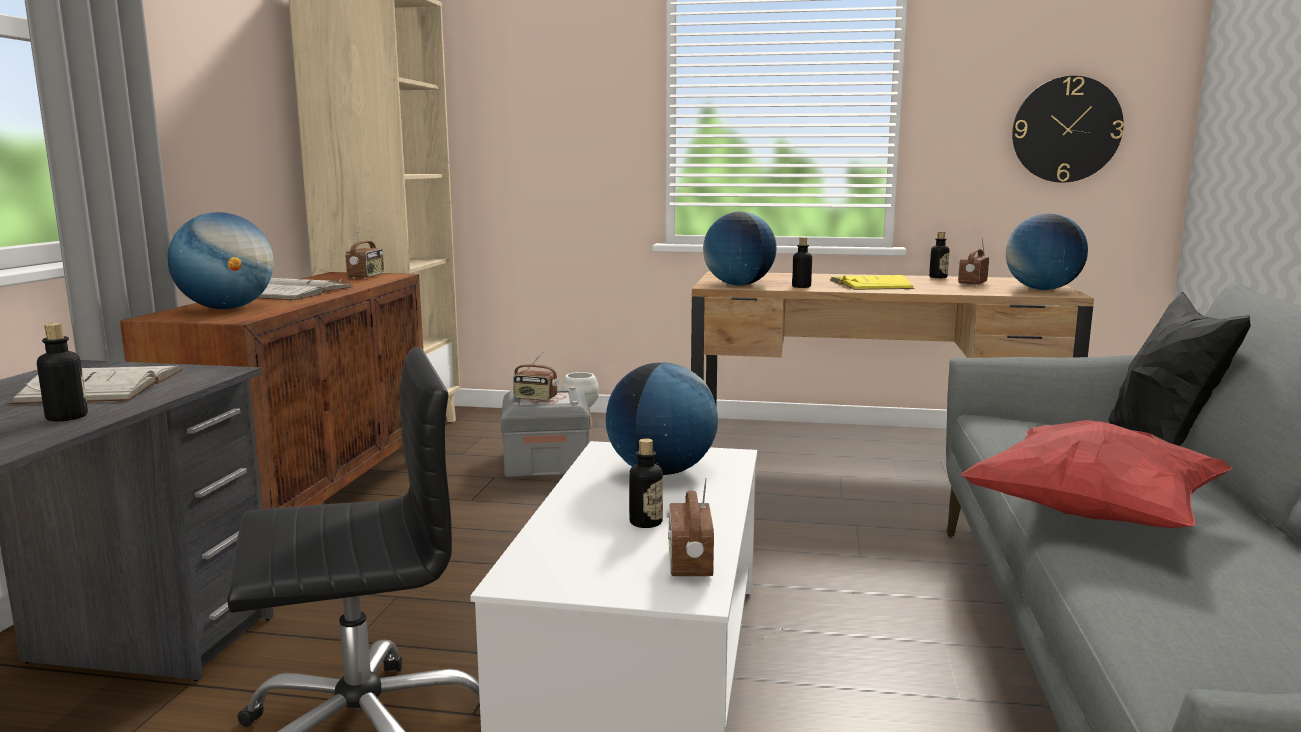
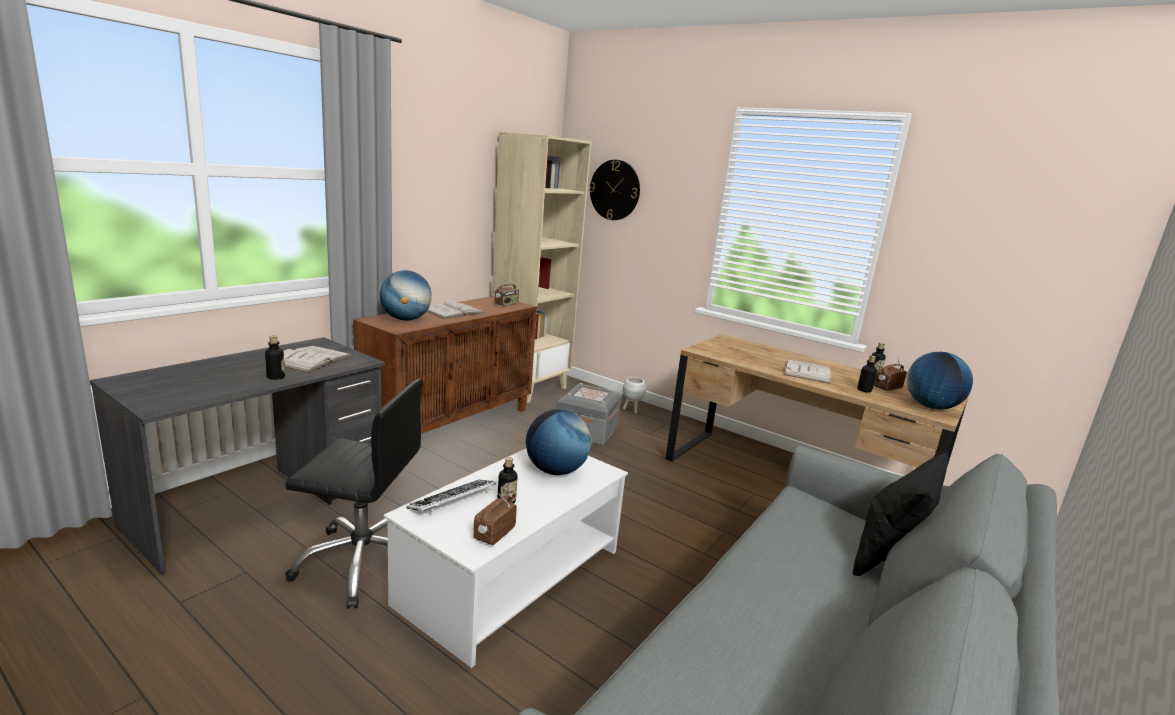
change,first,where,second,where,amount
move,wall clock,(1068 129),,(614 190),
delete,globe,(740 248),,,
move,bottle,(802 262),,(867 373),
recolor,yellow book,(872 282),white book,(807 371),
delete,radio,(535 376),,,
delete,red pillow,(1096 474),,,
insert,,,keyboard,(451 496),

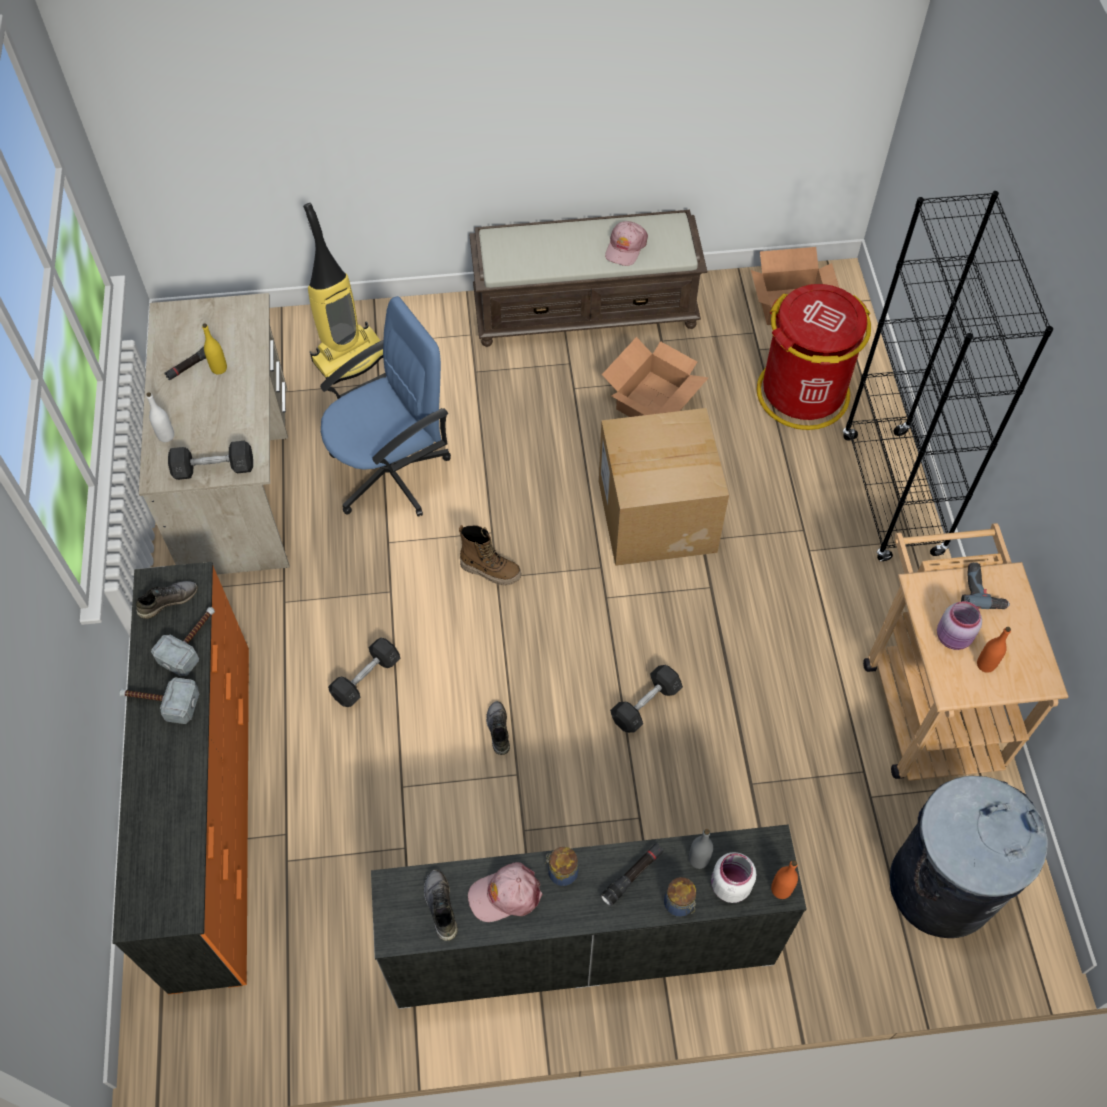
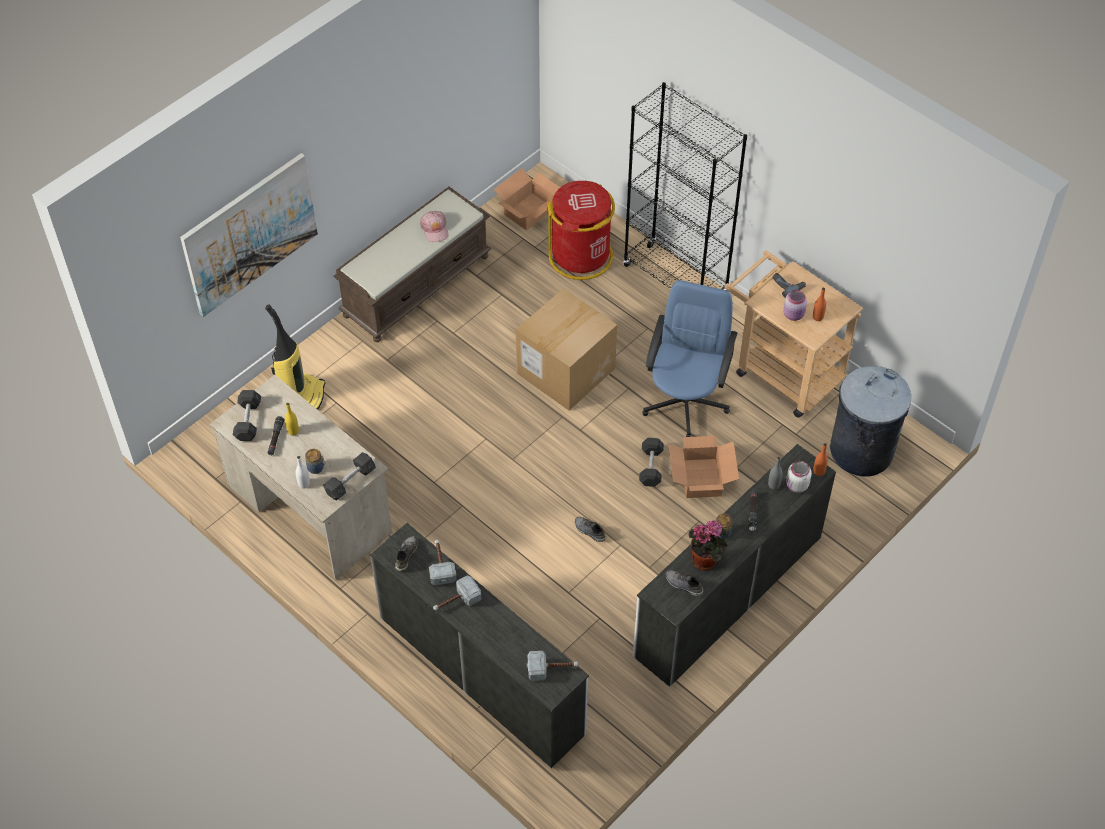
change,first,where,second,where,amount
move,blue office chair,(385 406),,(690 358),
move,cardboard box,(655 377),,(704 467),
delete,boot,(490 555),,,
recolor,orange dresser,(180 778),white dresser,(479 646),
move,grey dumbbell,(364 672),,(247 415),
replace,pink cap,(505 892),potted plant,(707 546),
move,jar,(680 897),,(315 461),
insert,,,picture,(249 235),
insert,,,hammer,(552 666),

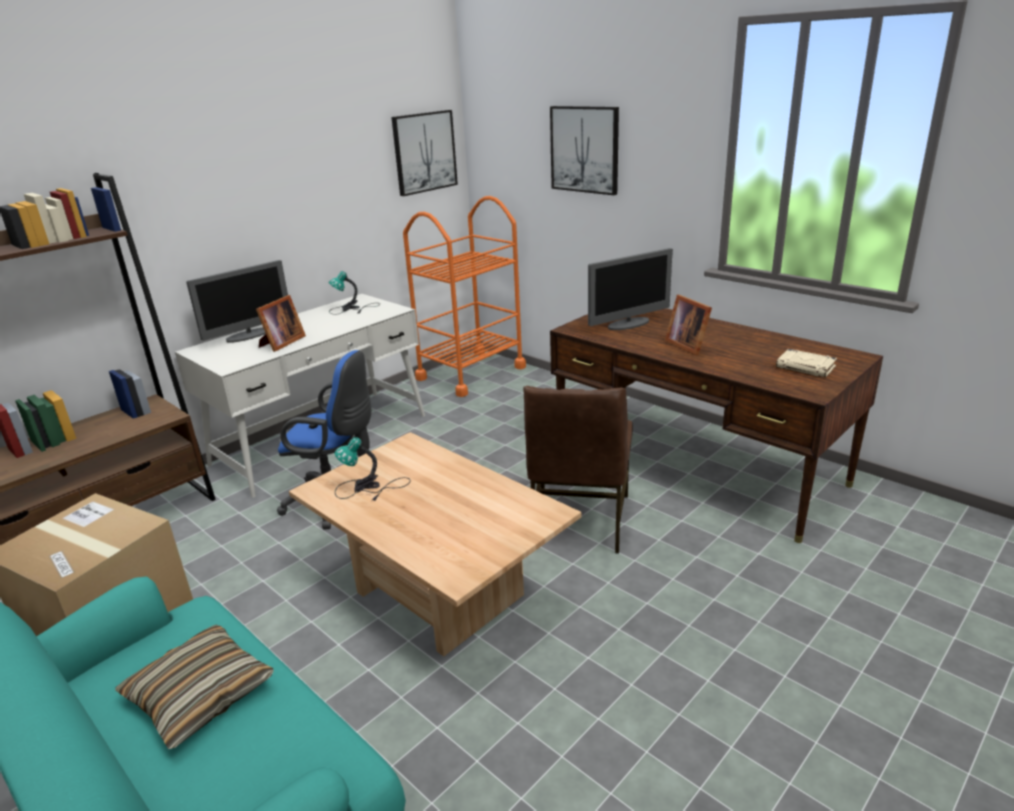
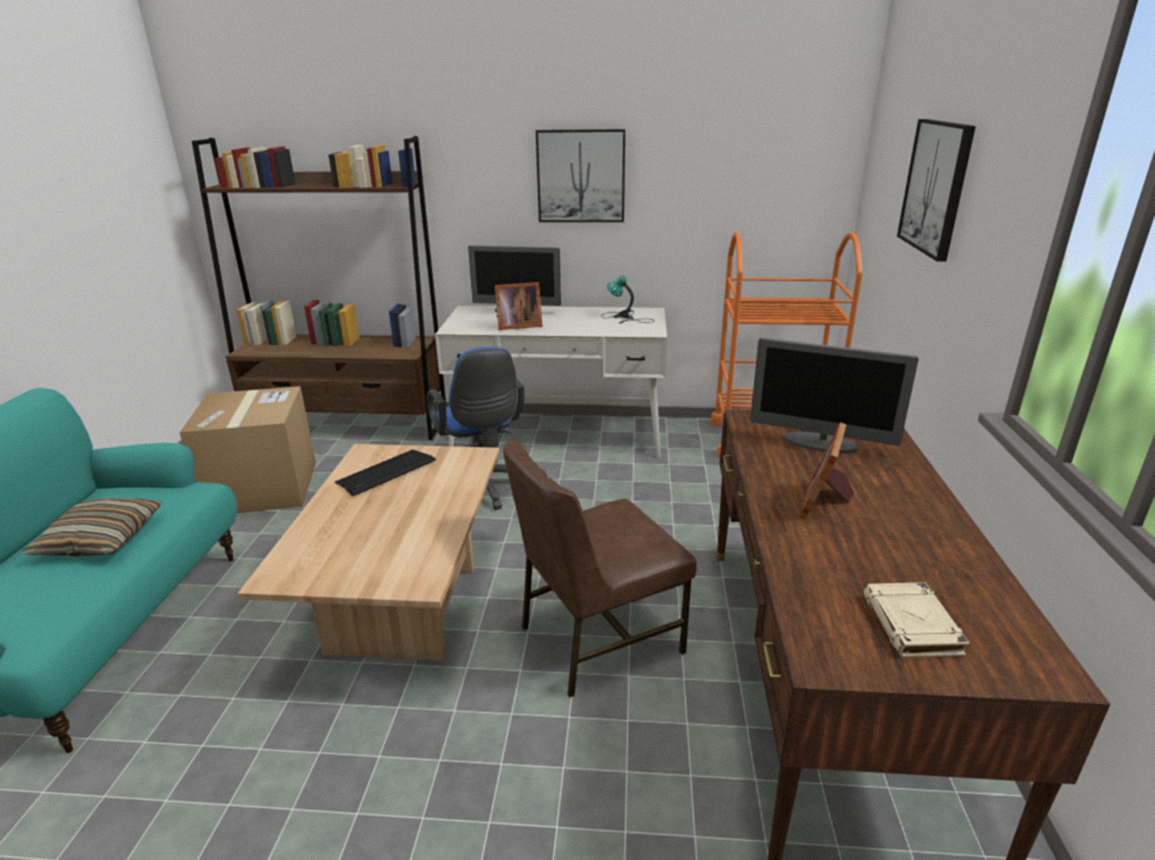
change,first,where,second,where,amount
move,picture,(424 153),,(580 175),
replace,table lamp,(372 469),keyboard,(385 473),

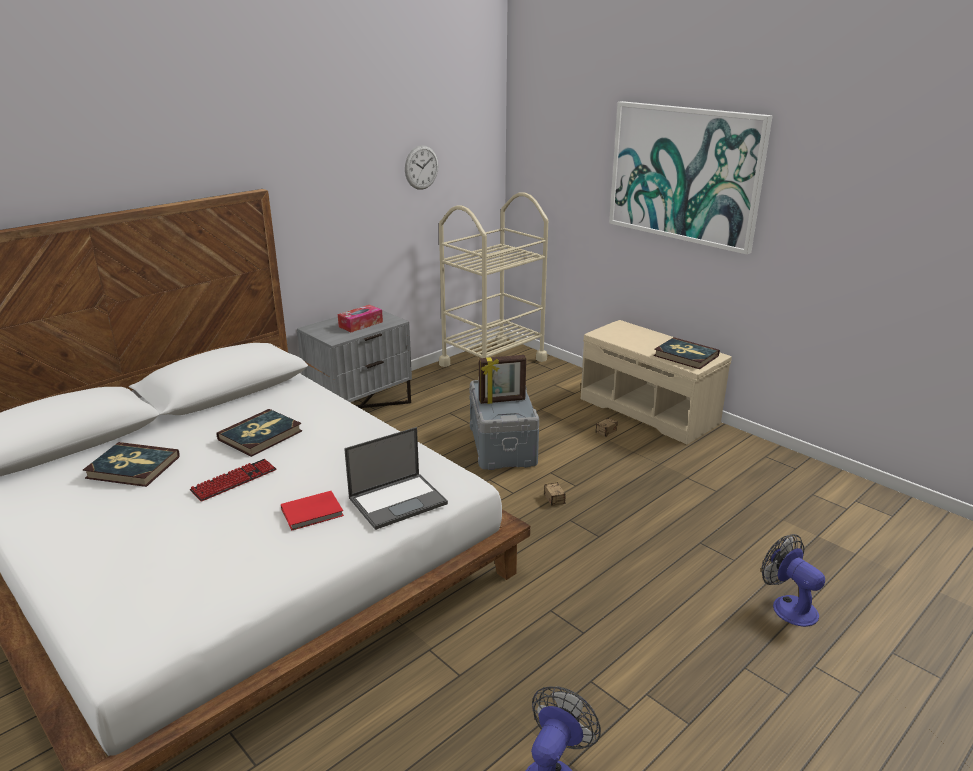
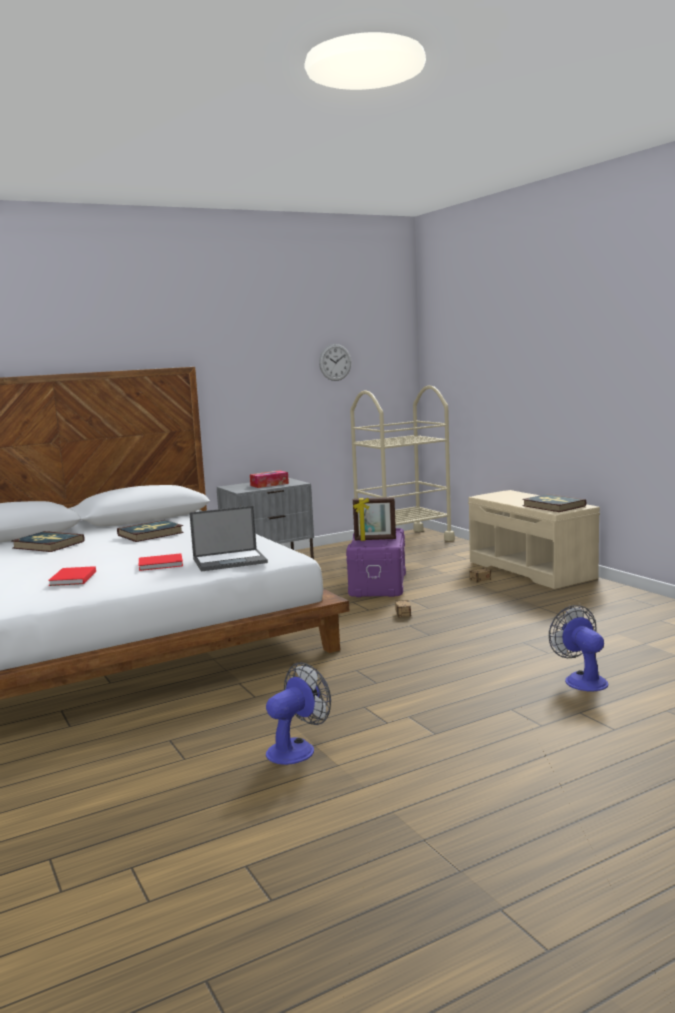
change,first,where,second,where,amount
delete,picture,(691 178),,,
recolor,grey storage box,(504 425),purple storage box,(376 562),
delete,keyboard,(233 480),,,
insert,,,red book,(72 576),

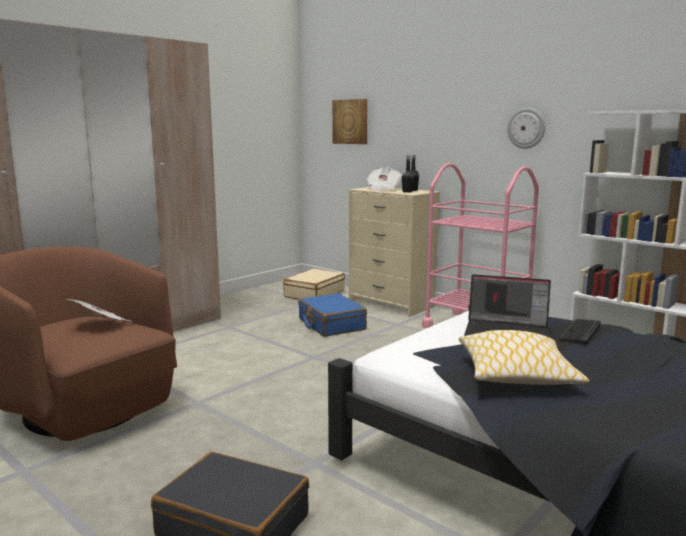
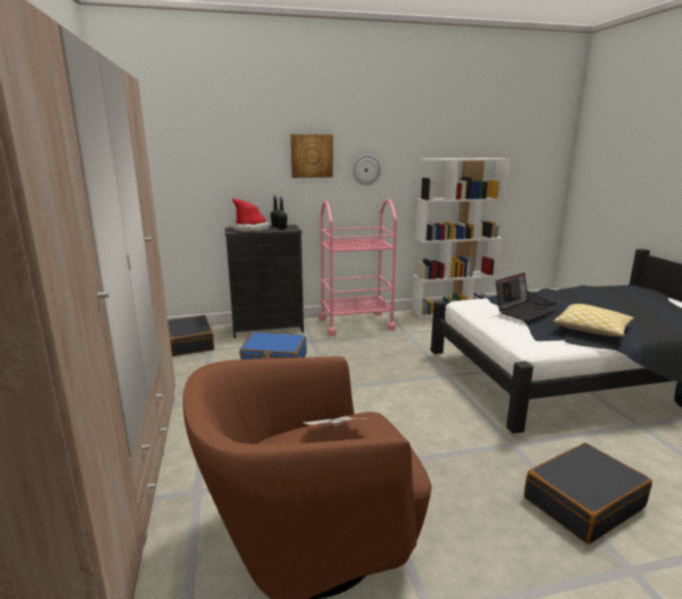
change,first,where,second,where,amount
move,picture,(349 121),,(311 156),
replace,newspaper,(384 179),hat,(251 215),
recolor,beige dresser,(394 252),black dresser,(264 282),
recolor,beige suitcase,(314 284),black suitcase,(191 335),

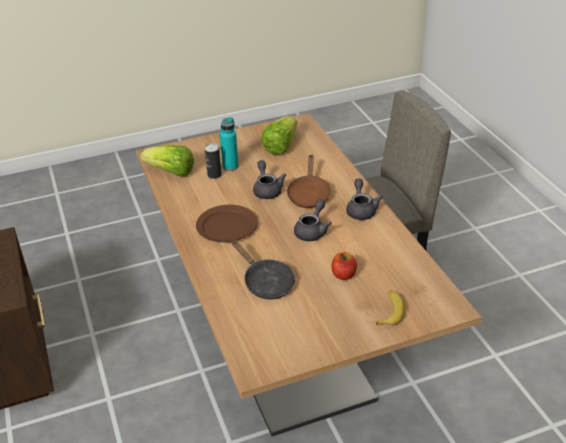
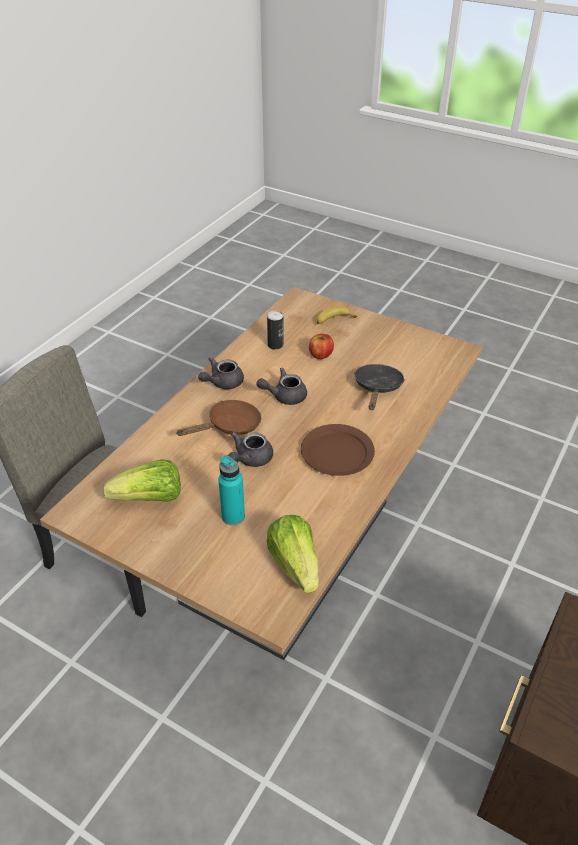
change,first,where,second,where,amount
move,can,(213 161),,(275 330),

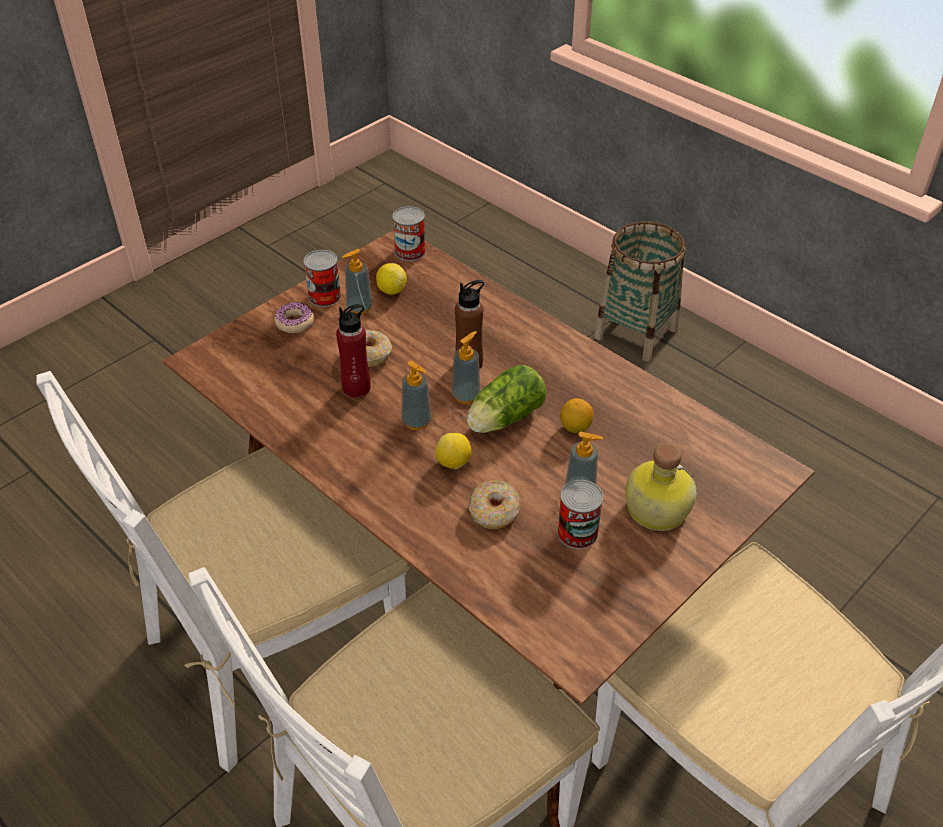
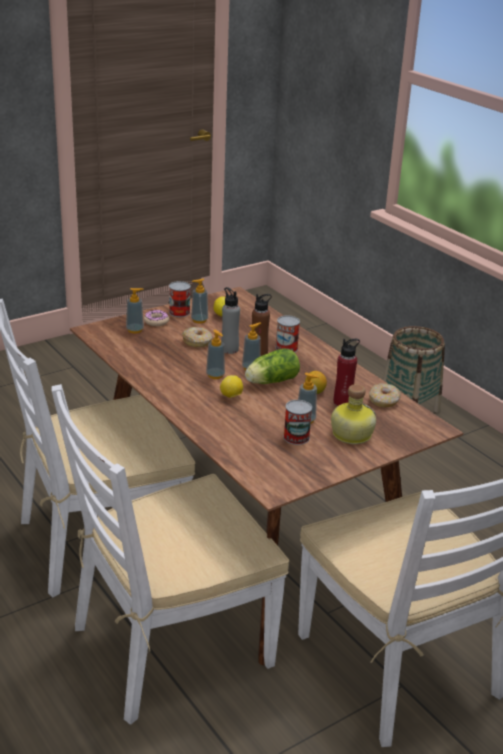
change,first,where,second,where,amount
move,can,(409 233),,(288 333),
move,red bottle,(353 351),,(347 372),
move,donut,(494 504),,(385 395),
insert,,,grey bottle,(230 320),
insert,,,soap dispenser,(135 311),

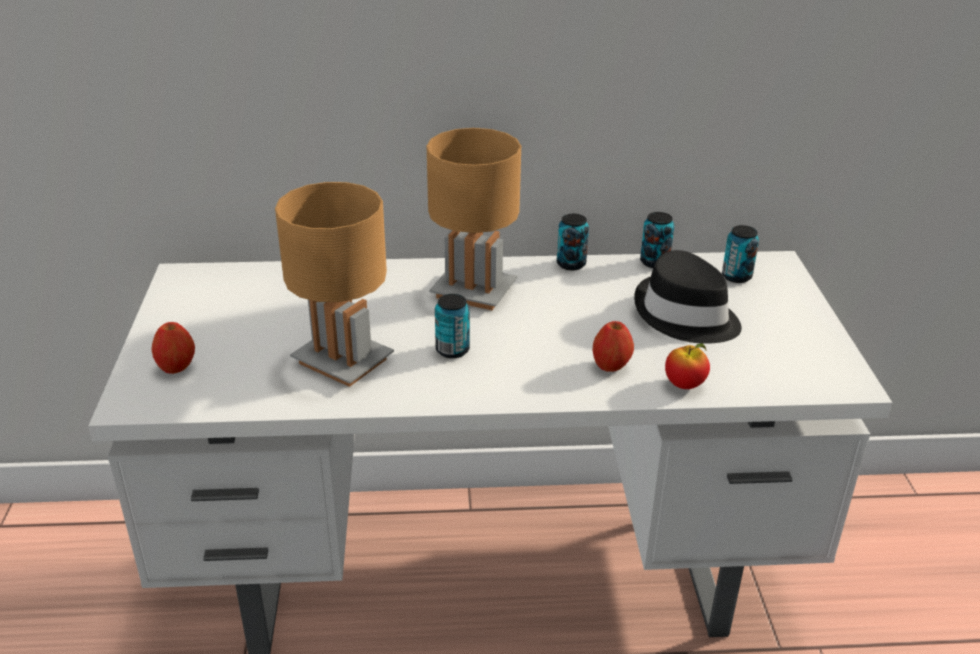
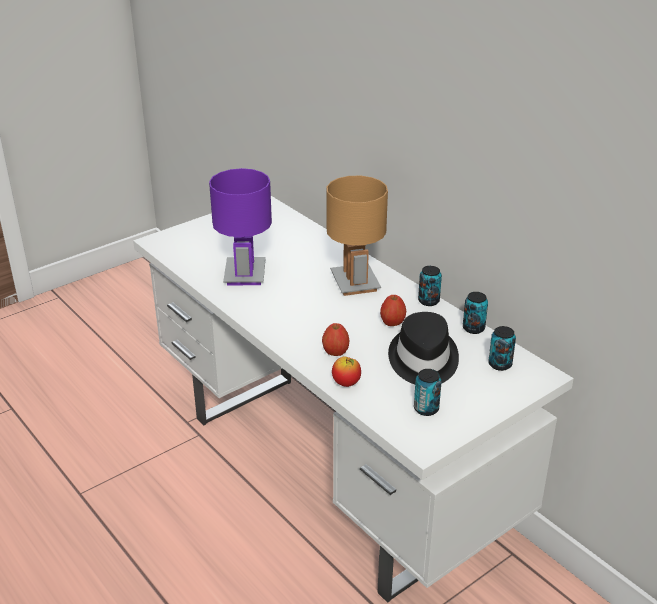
change,first,where,second,where,amount
recolor,brown table lamp,(334 284),purple table lamp,(240 226),
move,can,(452 326),,(428 392),
move,apple,(173 348),,(393 310),

